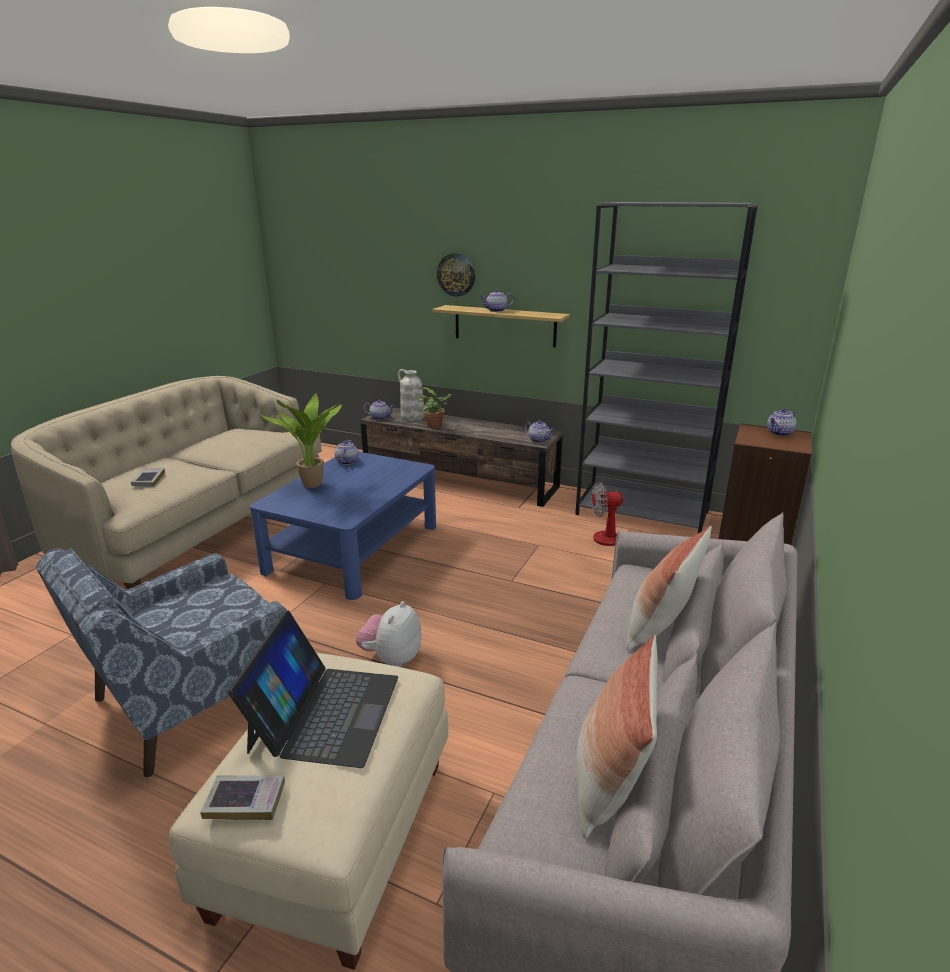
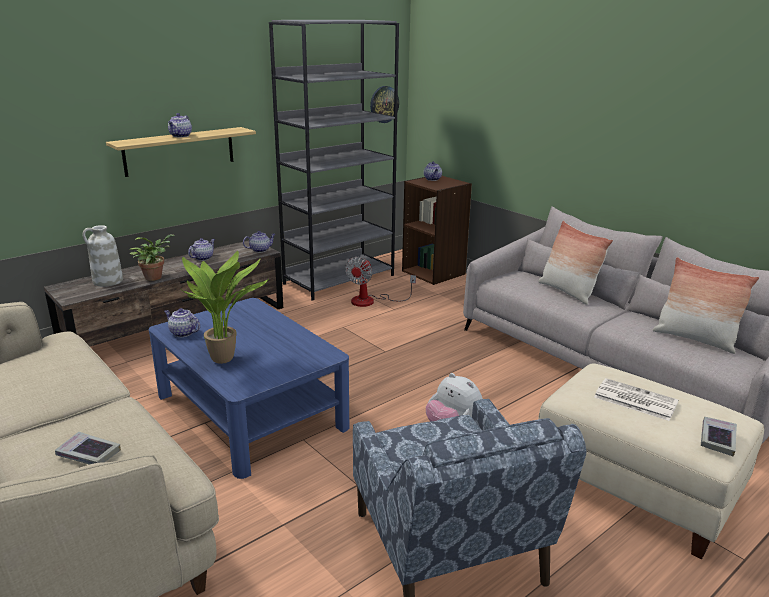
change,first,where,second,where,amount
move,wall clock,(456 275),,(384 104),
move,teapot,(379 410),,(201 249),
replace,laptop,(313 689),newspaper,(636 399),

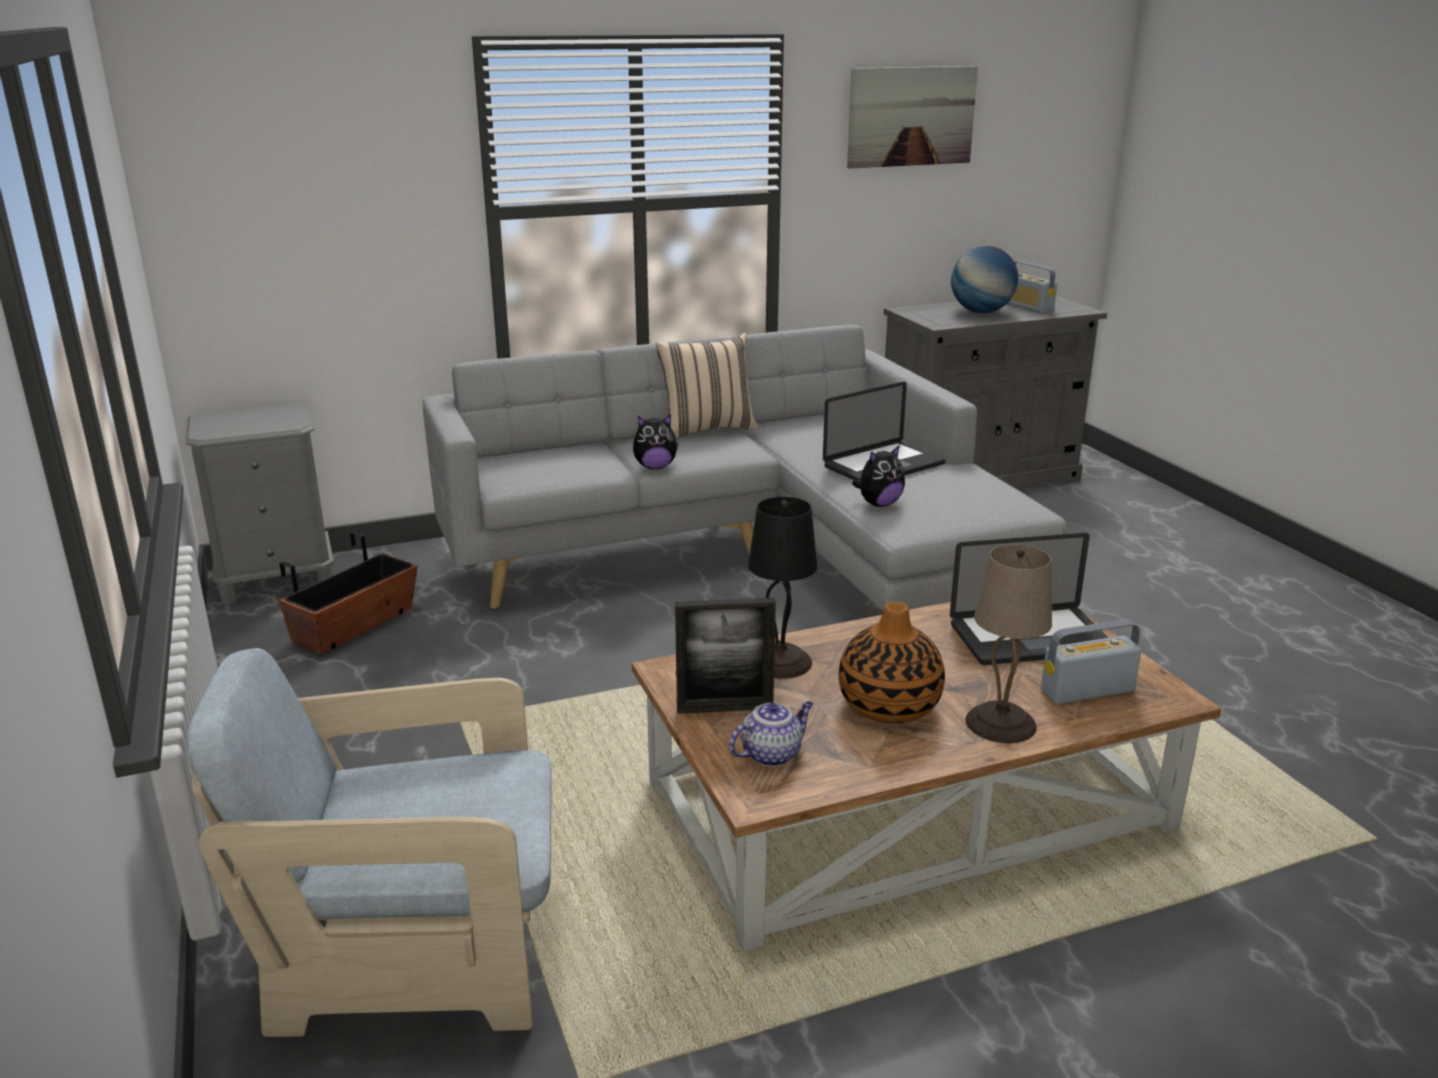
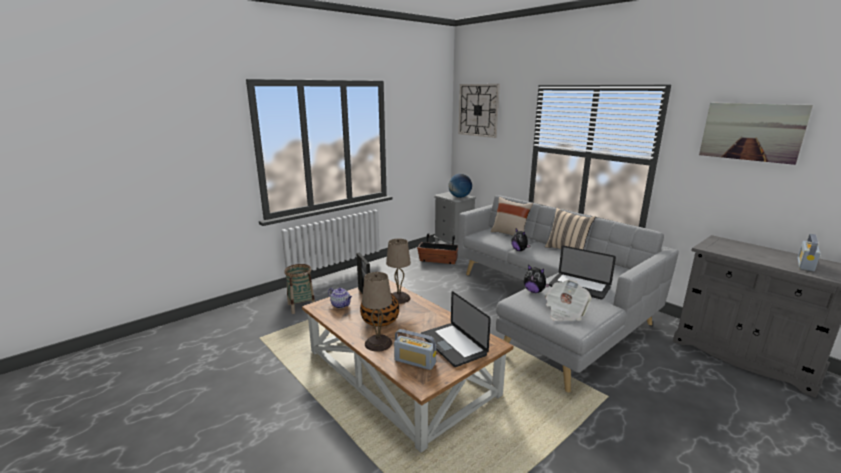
change,first,where,second,where,amount
move,globe,(984 279),,(460 186),
recolor,black table lamp,(782 588),beige table lamp,(398 271),
rotate,radio,(1091 662),,(415 349),150 degrees clockwise
replace,beige armchair,(369 842),basket,(299 289),
insert,,,wall clock,(479 111),
insert,,,beige pillow,(512 216),
insert,,,newspaper,(568 300),

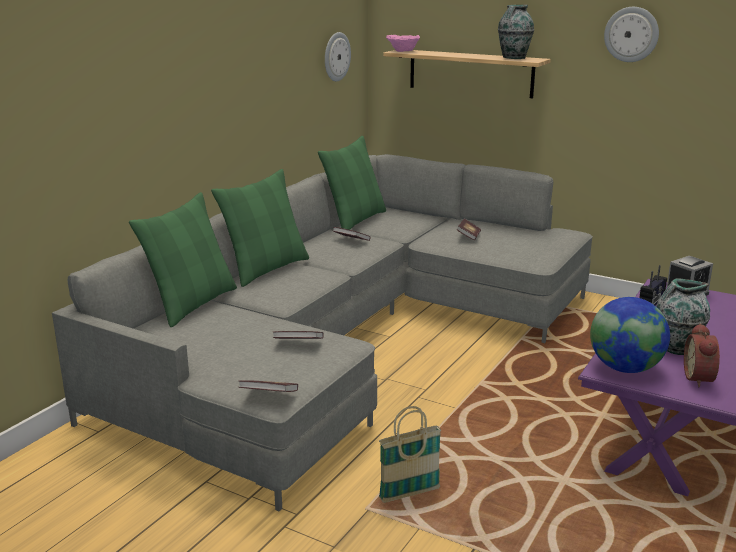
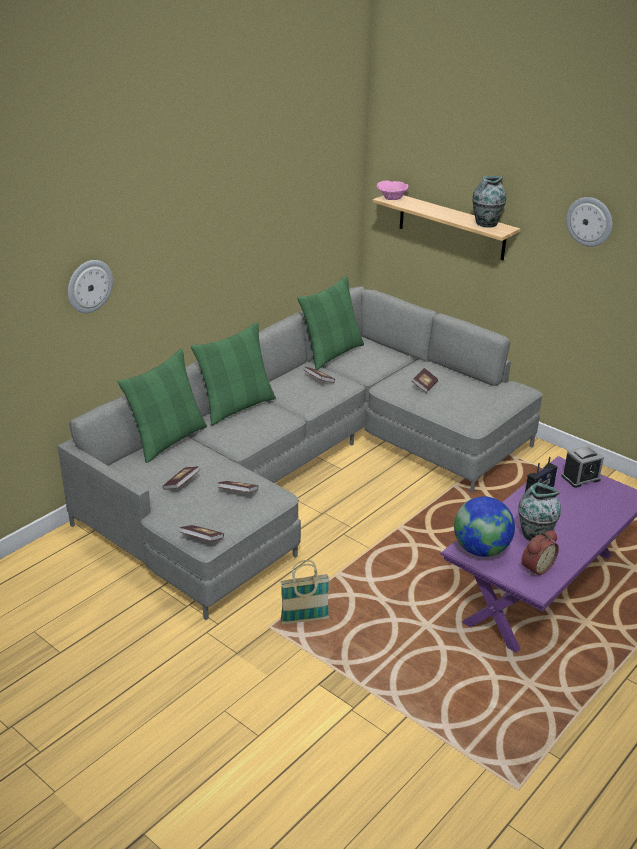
change,first,where,second,where,amount
move,wall clock,(338 56),,(90 286),
rotate,alarm clock,(702 355),,(540 553),150 degrees counterclockwise
insert,,,book,(181 478),

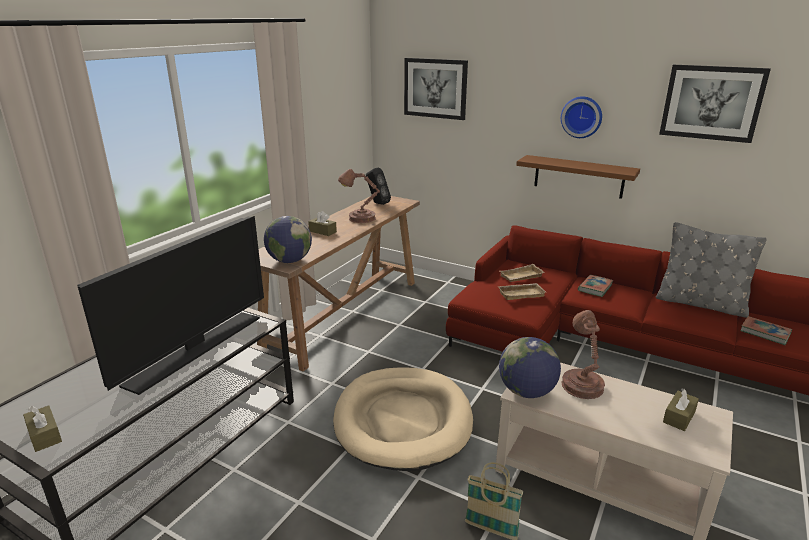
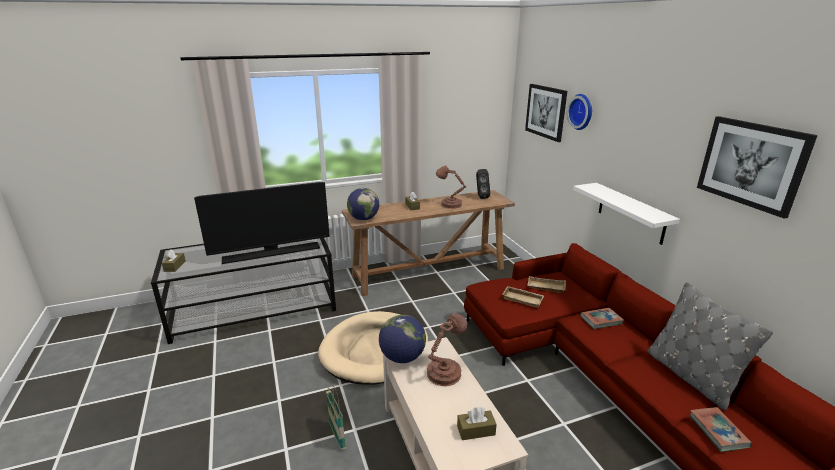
change,first,where,second,where,amount
move,wall clock,(581 117),,(579 112),
recolor,brown shelf,(578 177),white shelf,(626 214),

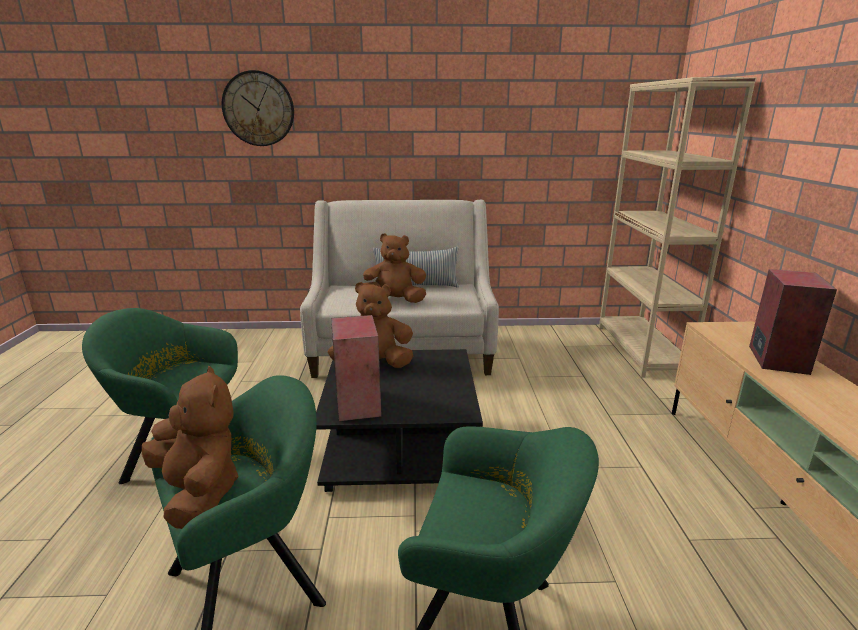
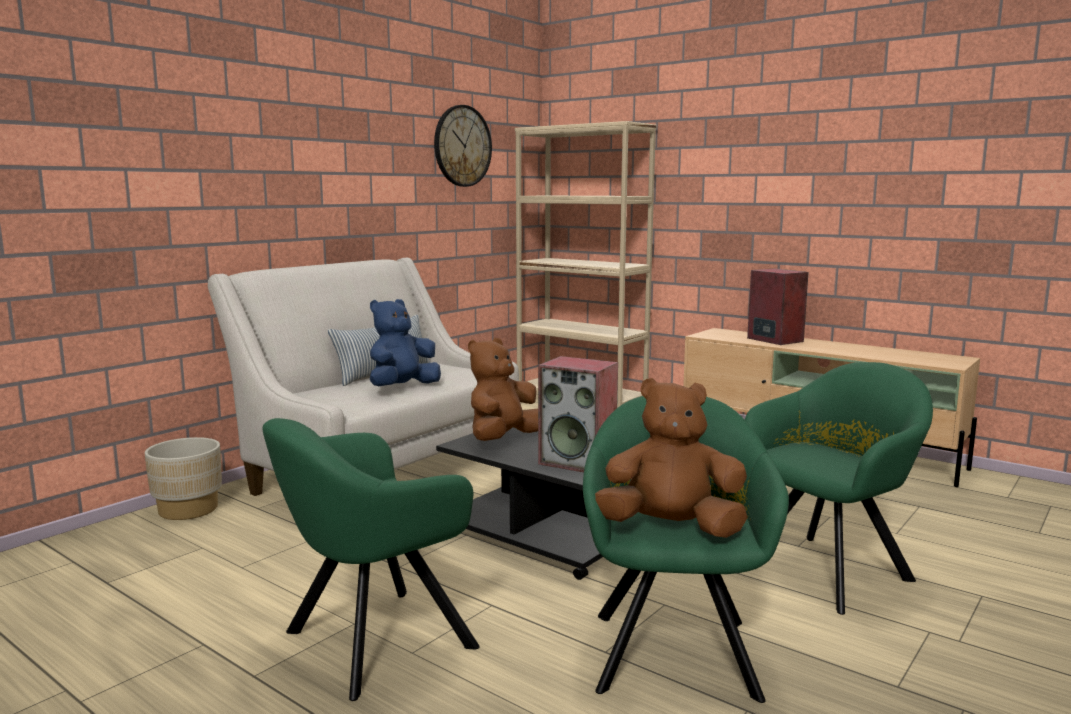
change,first,where,second,where,amount
move,wall clock,(258 108),,(463 146),
recolor,brown plush toy,(394 268),blue plush toy,(405 342),
insert,,,beige planter,(183 478),

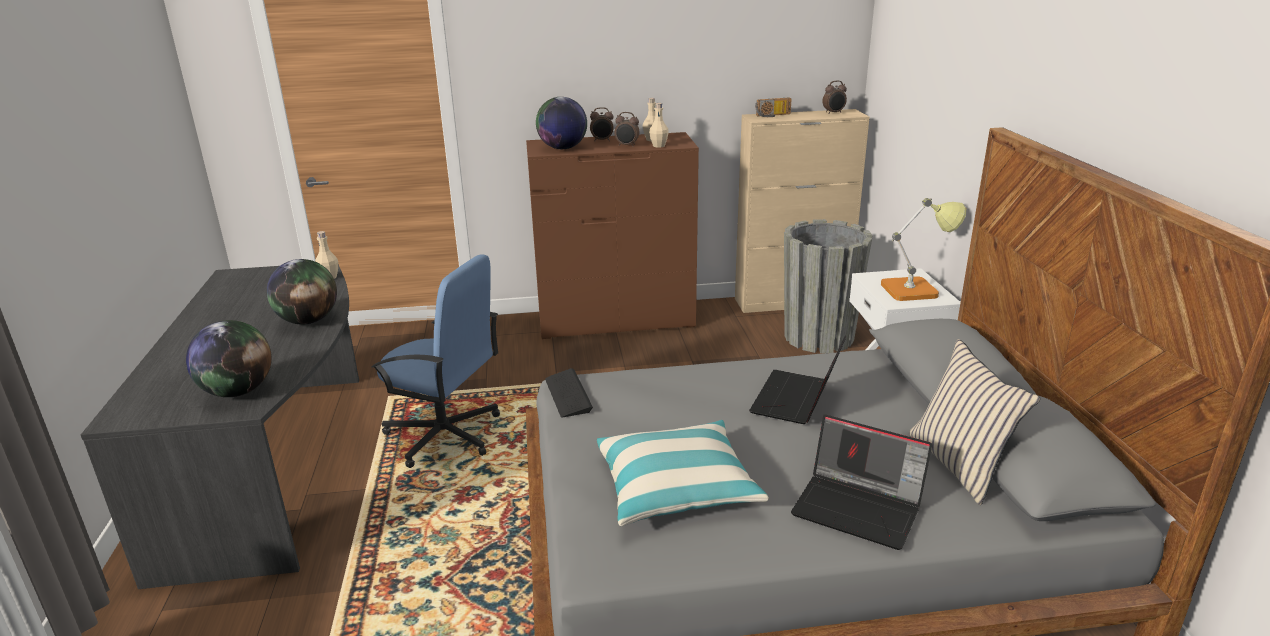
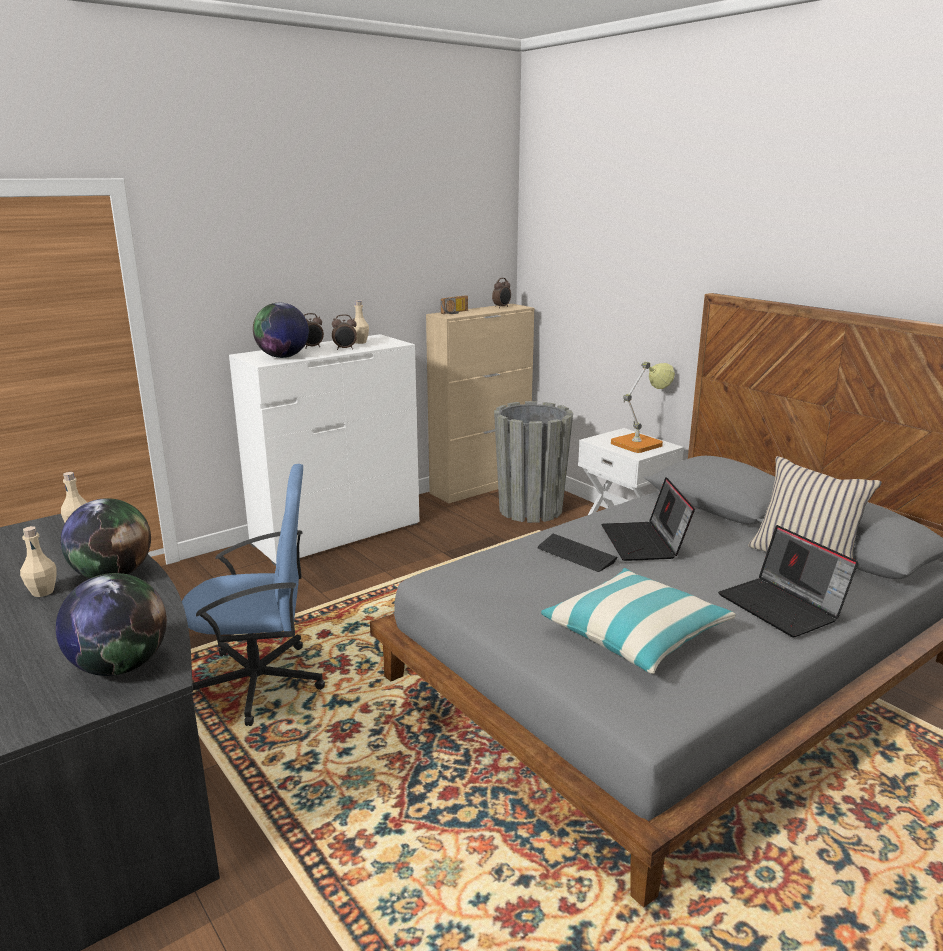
change,first,where,second,where,amount
move,beige bottle,(659 125),,(38 561),
recolor,brown dresser,(612 235),white dresser,(324 450),
move,keyboard,(569 393),,(577 552),
rotate,laptop,(861 482),,(788 581),60 degrees clockwise

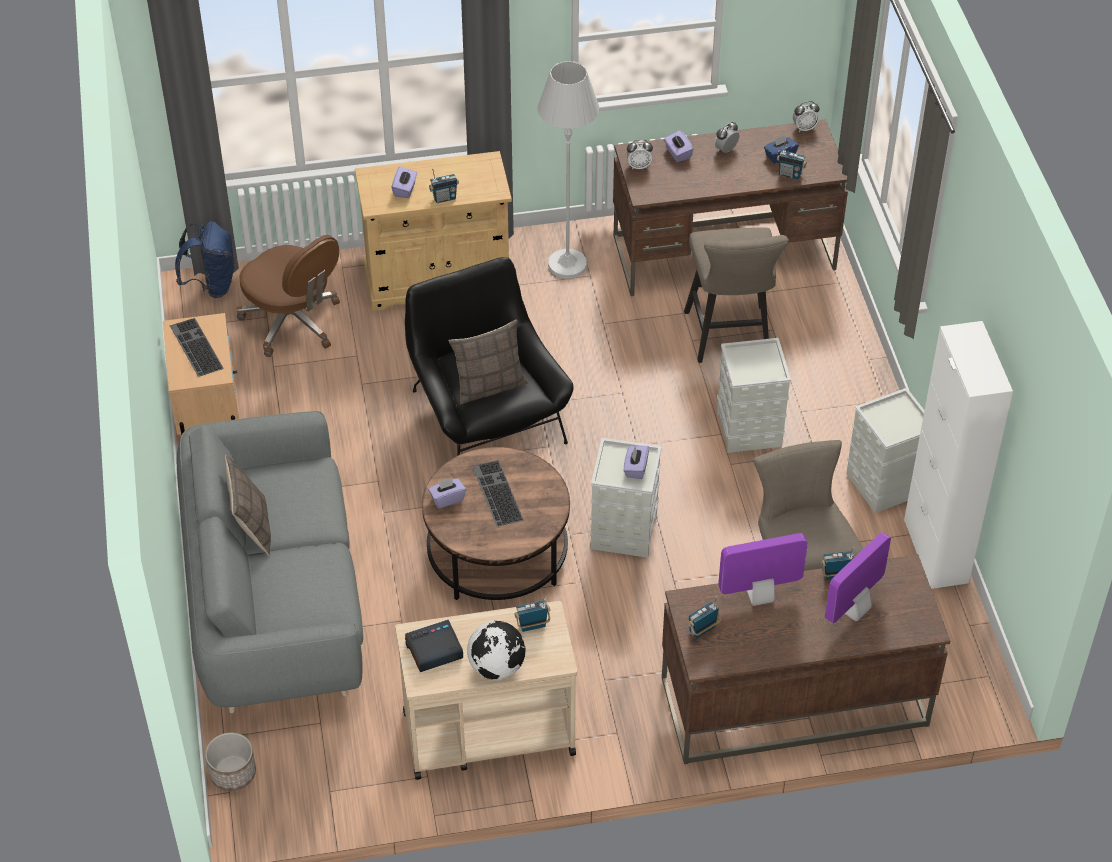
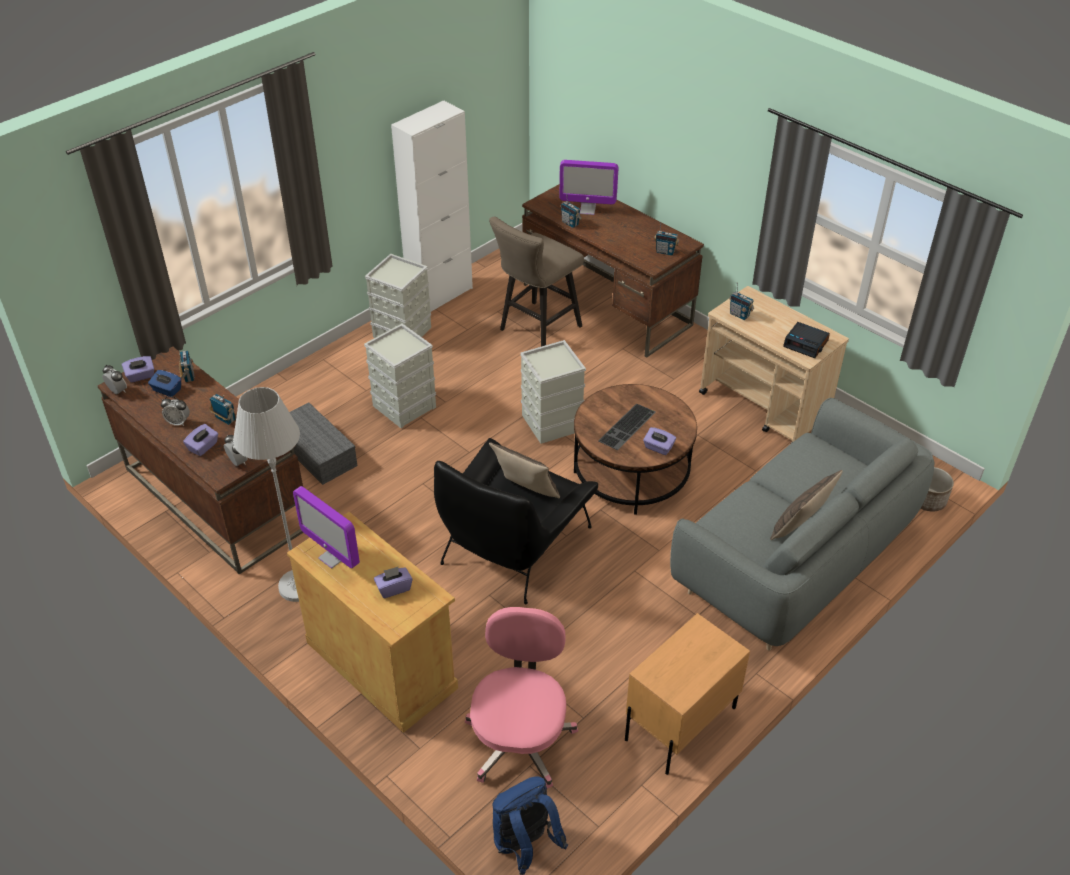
change,first,where,second,where,amount
move,radio,(444 185),,(222 409),
replace,beige stool,(736 295),grey storage box,(324 443),
recolor,brown office chair,(288 296),pink office chair,(521 697),
delete,keyboard,(197 347),,,
move,purple tissue box,(636 462),,(138 369),
move,monitor,(763 569),,(326 527),
delete,globe,(496 650),,,

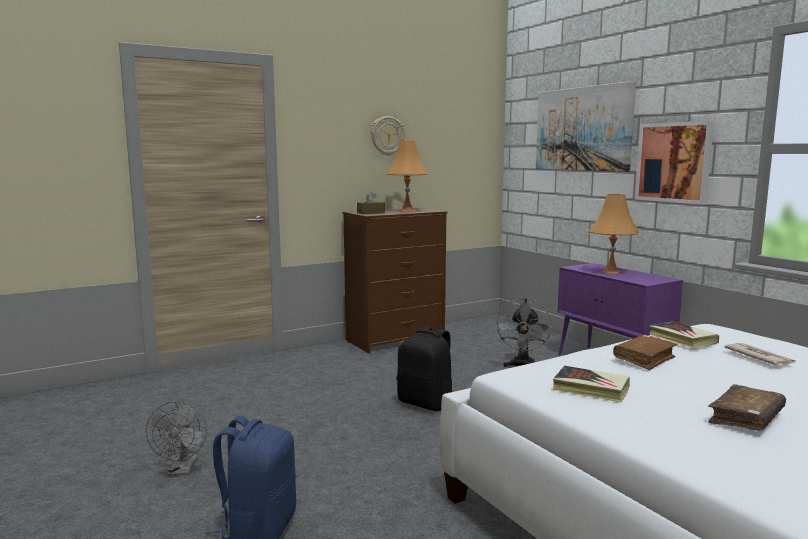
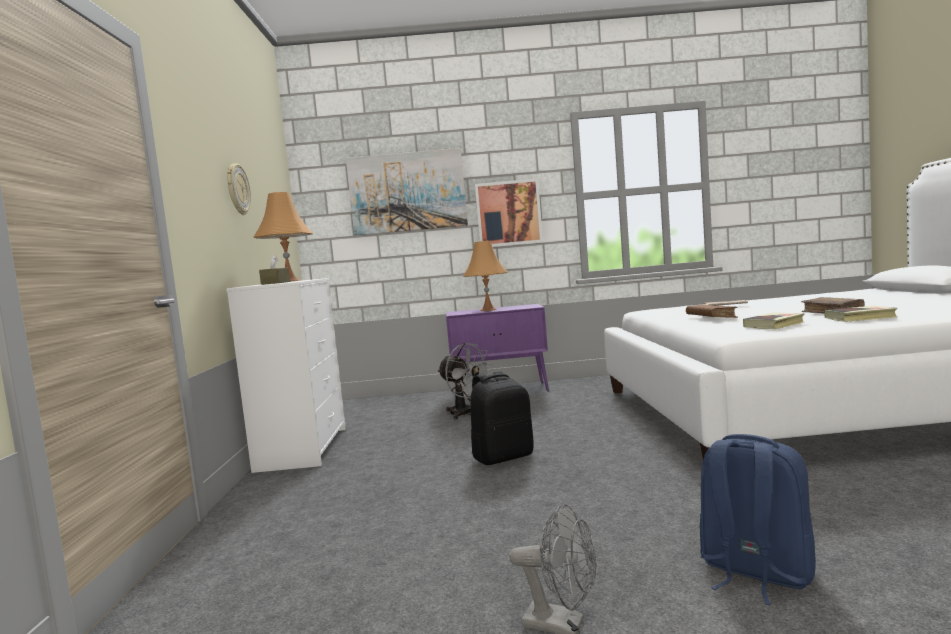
change,first,where,second,where,amount
recolor,brown dresser,(395 281),white dresser,(286 375),
move,book,(684 334),,(860 314),

